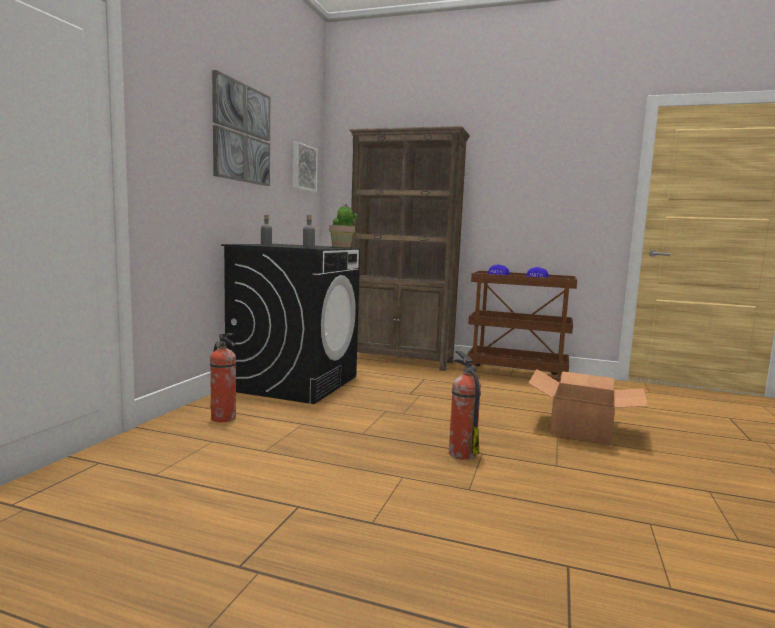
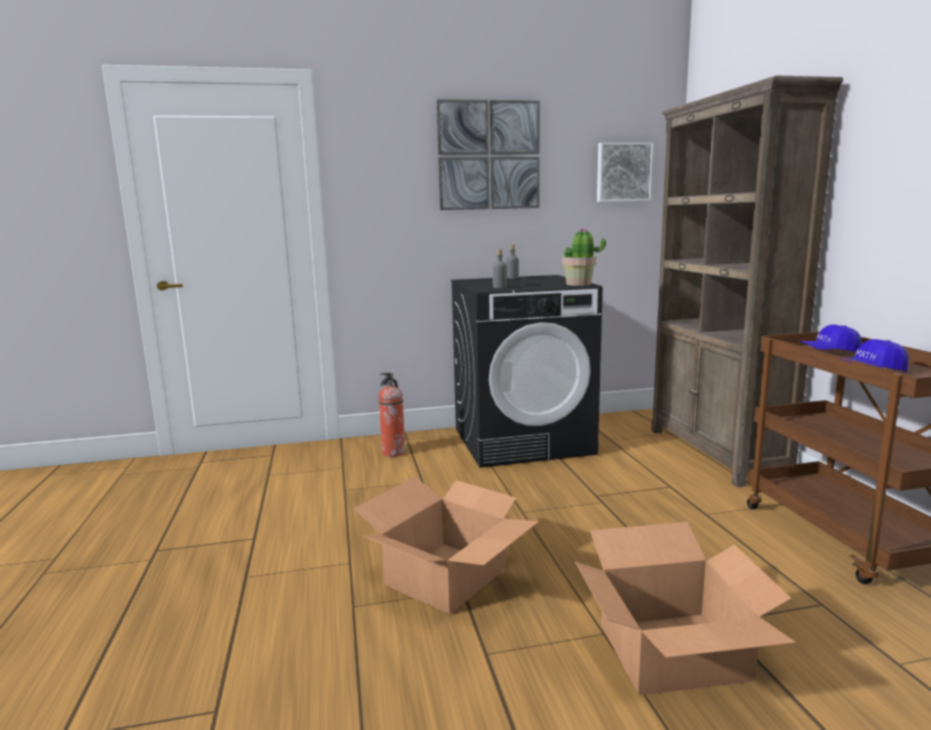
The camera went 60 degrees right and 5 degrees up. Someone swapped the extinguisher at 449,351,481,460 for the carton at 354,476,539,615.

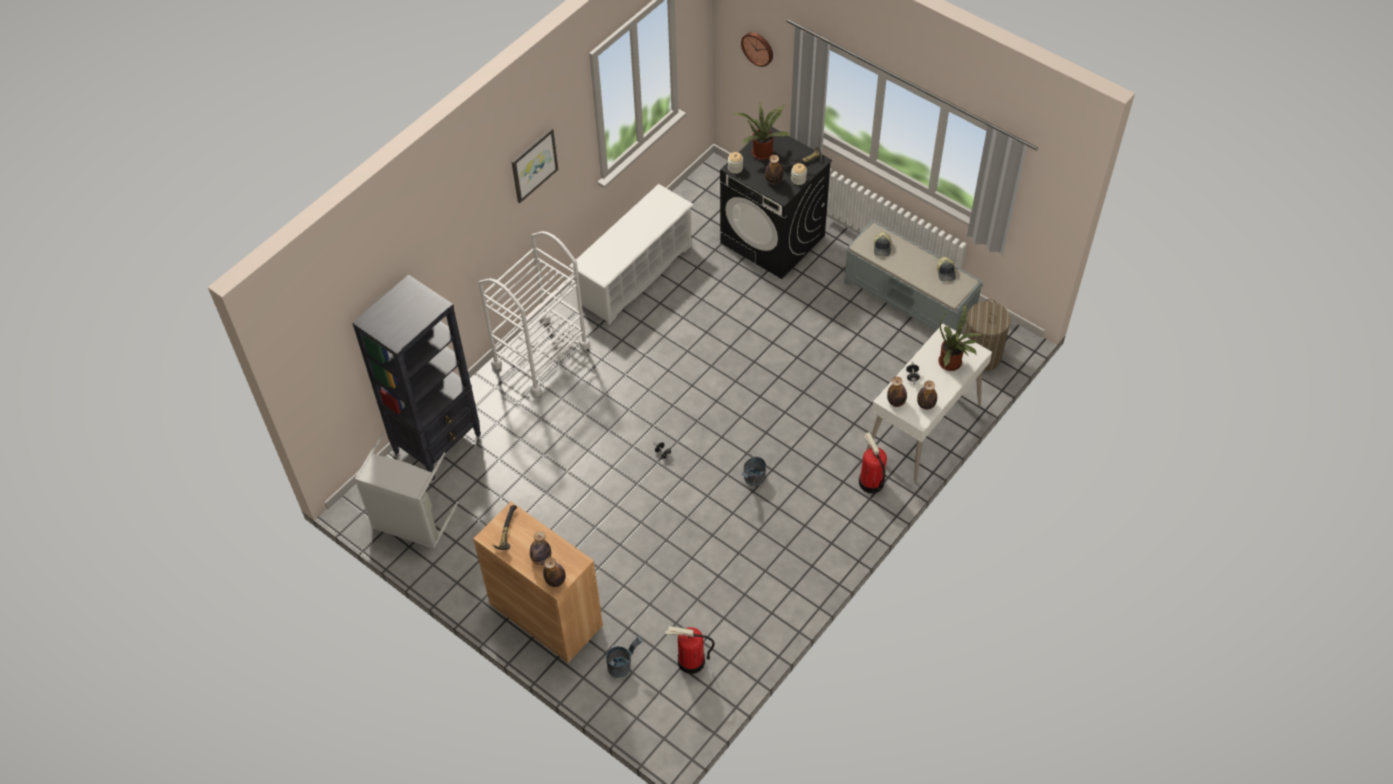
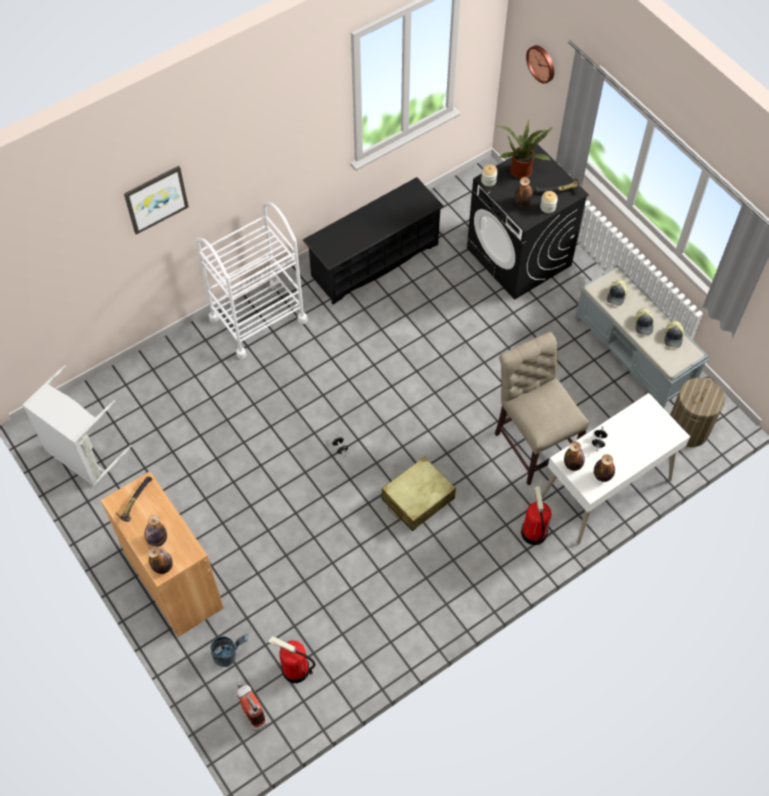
The camera went 15 degrees right and 5 degrees up. Someone carried the wall art from 512,128,558,203 to 124,166,189,235. Someone put down the extinguisher at 237,683,268,732. Someone repainted the shoe stand/white-coloured at 569,184,694,325, which became the shoe stand/black-coloured at 303,177,444,305. Someone swapped the water bucket/greyish at 741,457,766,486 for the piece of luggage/beige-coloured at 381,457,456,531. Someone put down the upright chair/beige-coloured at 495,332,590,485. Someone put down the baseball cap at 635,308,654,335. Someone took away the bookcase/black-coloured at 352,275,481,480. Someone took away the potted plant at 938,304,982,371.

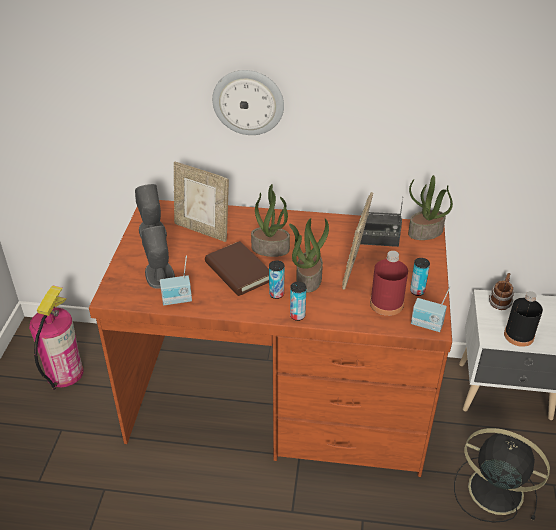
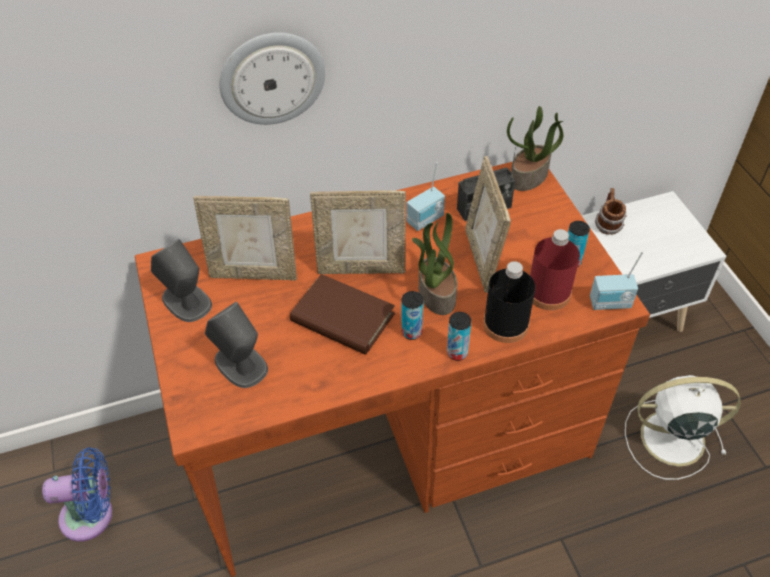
The camera went 25 degrees left and 10 degrees up. Someone swapped the extinguisher at 29,285,83,390 for the fan/blue at 42,447,112,542. Someone swapped the potted plant at 251,184,290,257 for the photo frame at 310,190,406,274. Someone carried the radio from 160,256,192,305 to 407,162,445,231. Someone carried the bottle/black-coloured from 504,291,543,347 to 483,261,535,343. Someone repainted the fan/black-coloured at 454,428,550,523, which became the fan/white-coloured at 625,375,741,480.

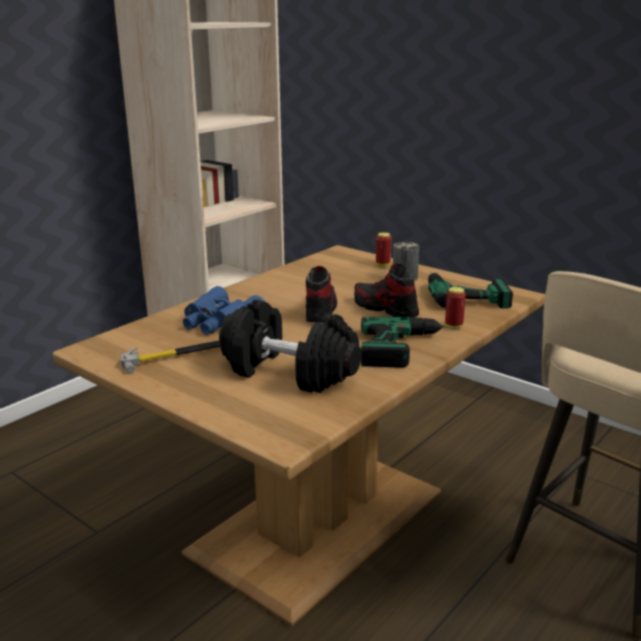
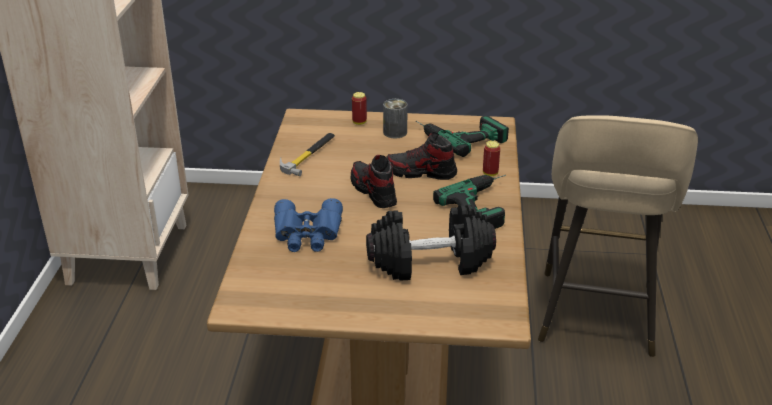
The camera went 35 degrees left and 10 degrees up. Someone carried the tool hammer from 121,340,220,374 to 280,133,335,176.

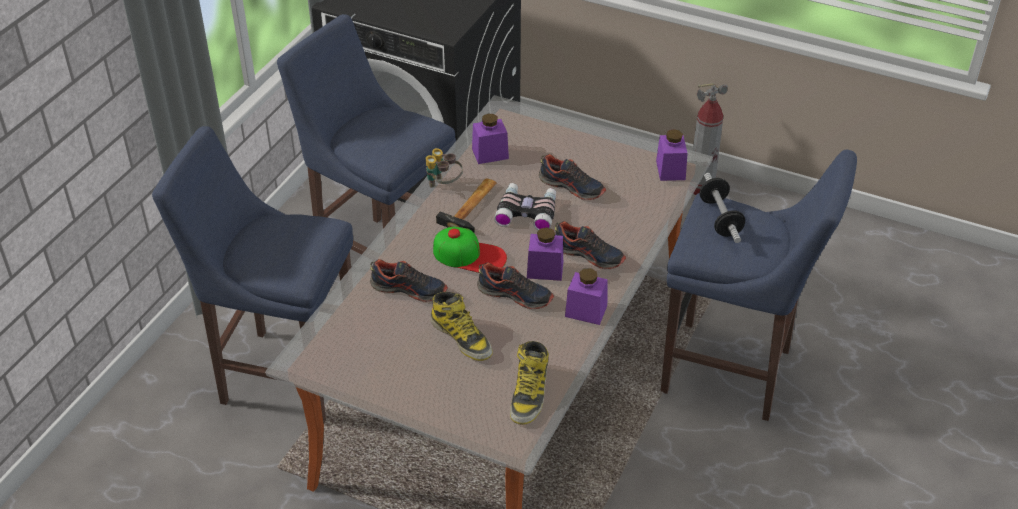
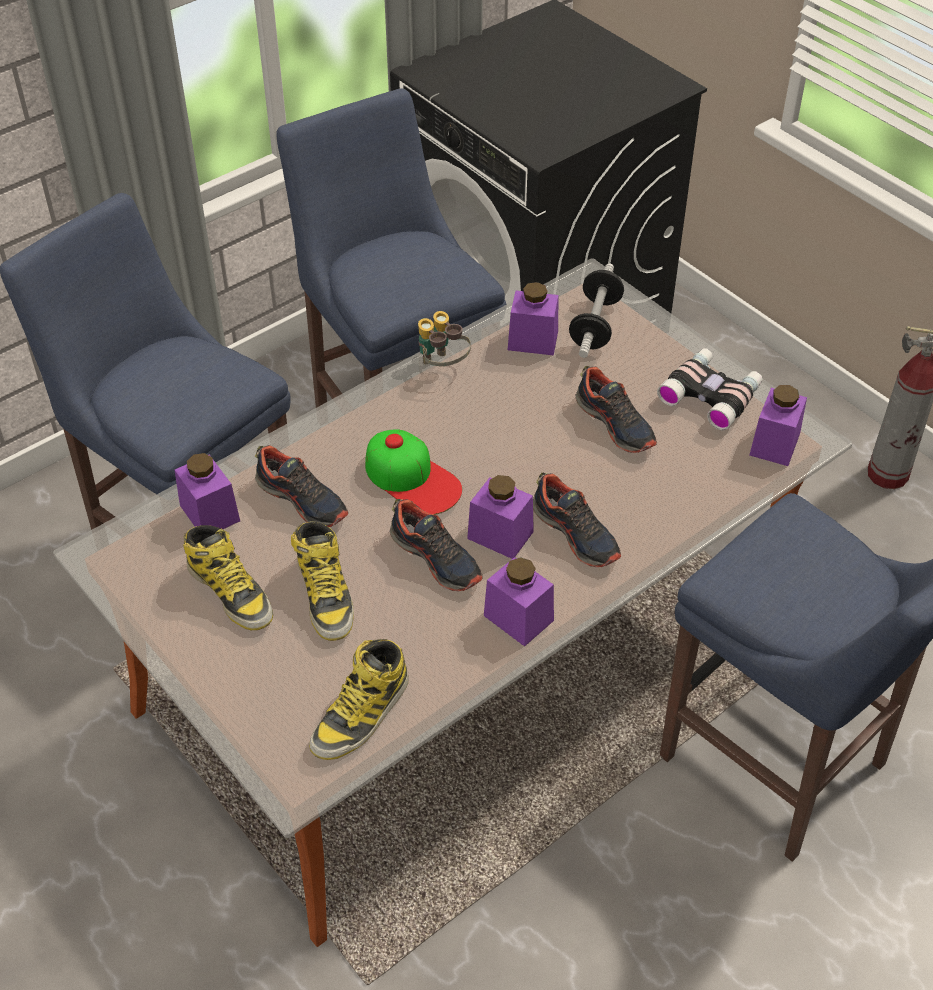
The camera went 25 degrees right and 5 degrees up. Someone put down the jar/purplish at 174,453,240,529. Someone put down the tall boot at 183,525,273,630. Someone carried the free weight from 699,173,745,243 to 569,264,624,358. Someone carried the pair of binoculars from 494,183,556,231 to 657,348,763,430. Someone took away the tool hammer at 436,179,497,233.

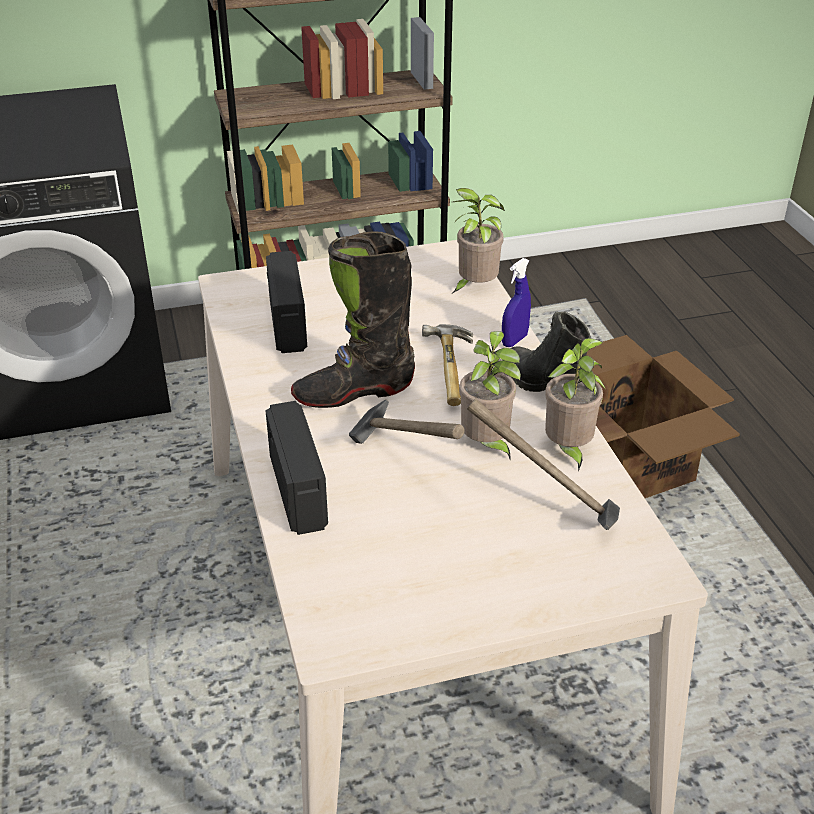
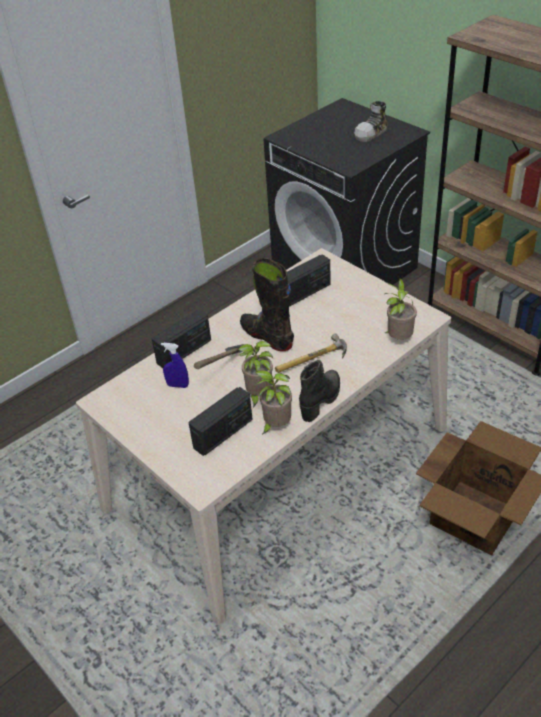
The camera went 65 degrees right and 5 degrees up. Someone carried the hand sprayer/blue from 502,258,531,347 to 161,343,189,388. Someone swapped the tool hammer at 467,399,620,530 for the radio at 188,387,253,456. Someone put down the shoe at 354,101,388,142.

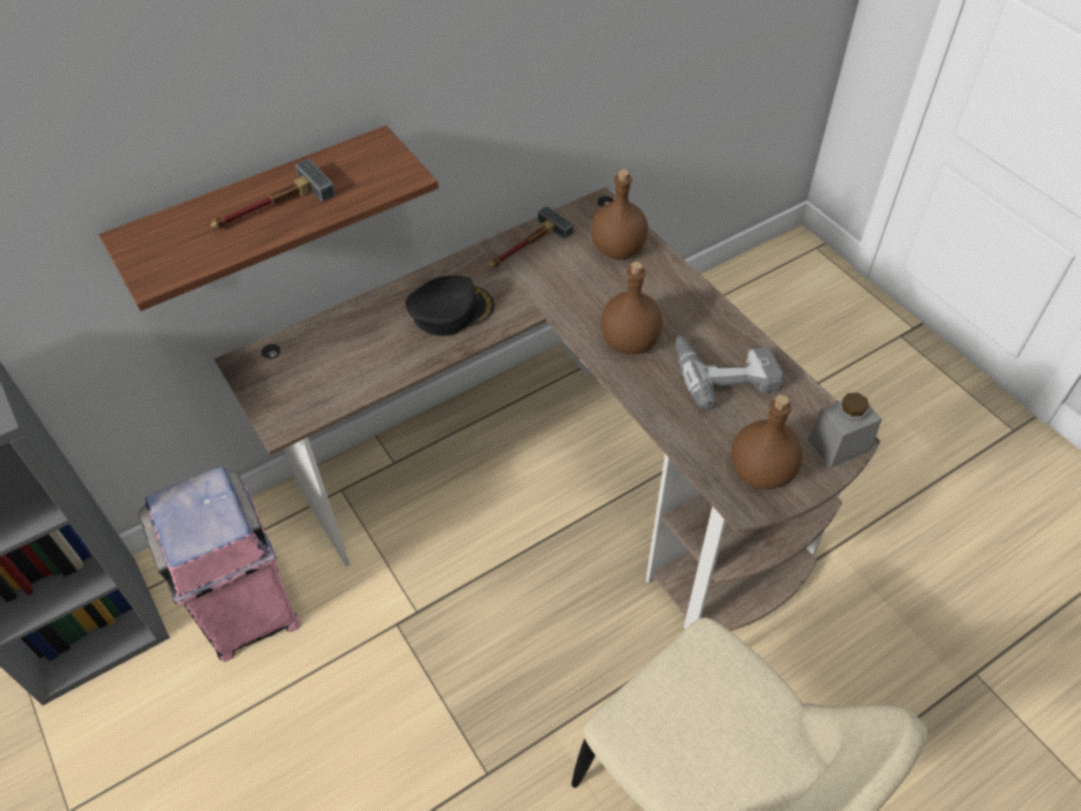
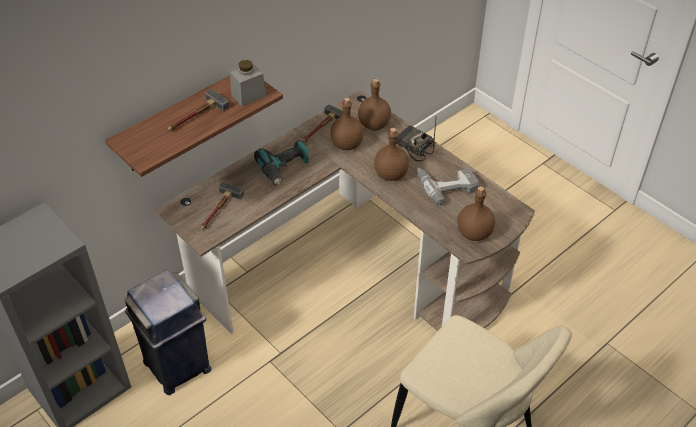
The camera went 10 degrees left and 5 degrees down. Someone repainted the rubbish bin/pink at 138,466,301,662, which became the rubbish bin/blue at 125,270,211,395. Someone put down the tool hammer at 201,182,244,230. Someone carried the jar/greyish from 808,393,882,468 to 230,60,266,107. Someone swapped the baseball cap/black-coloured at 405,275,495,336 for the electric drill at 254,140,309,185. Someone put down the bottle/brown at 330,98,364,150. Someone put down the radio at 396,120,436,162.

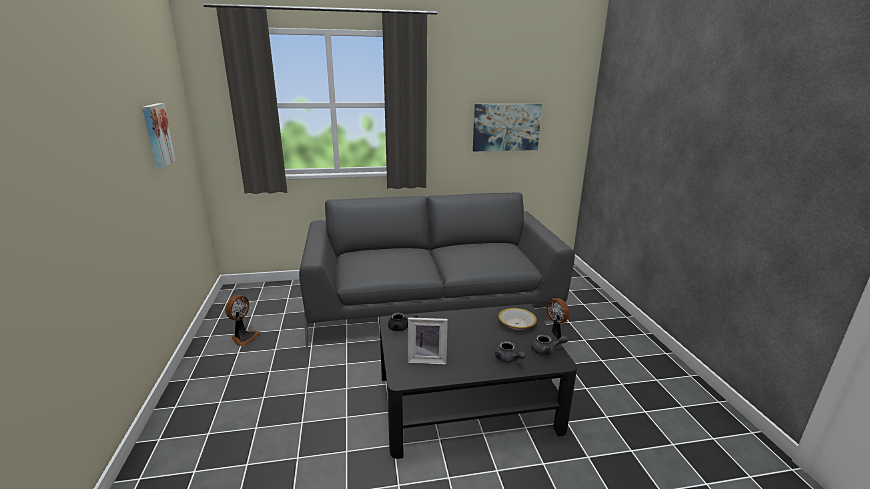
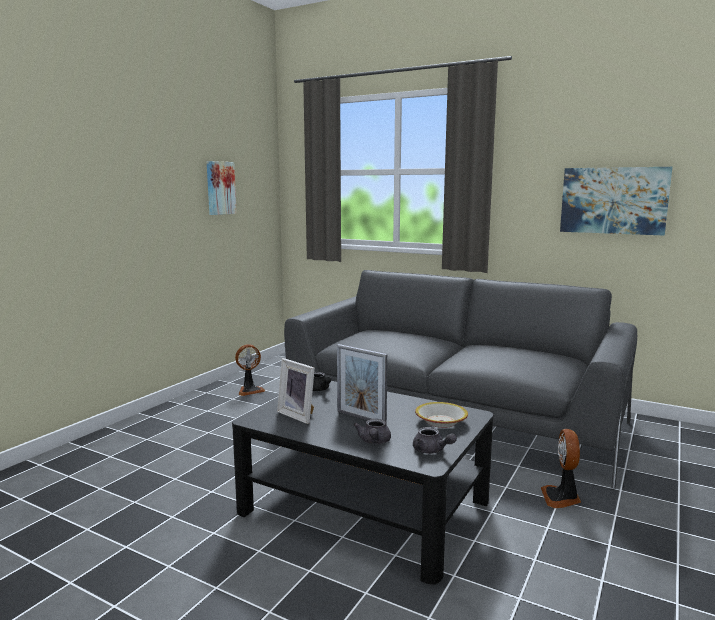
The camera went 40 degrees right and 10 degrees down. Someone put down the photo frame at 337,344,387,424.

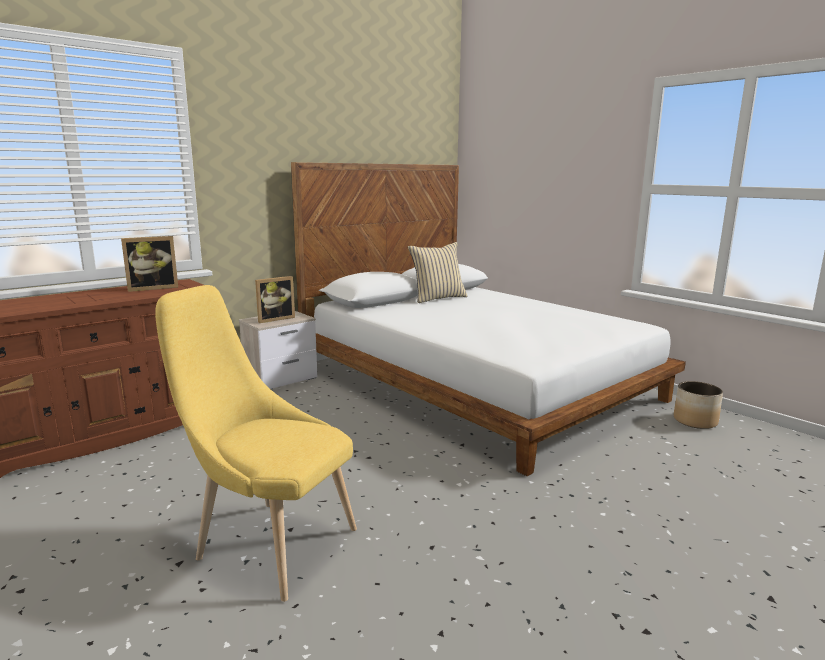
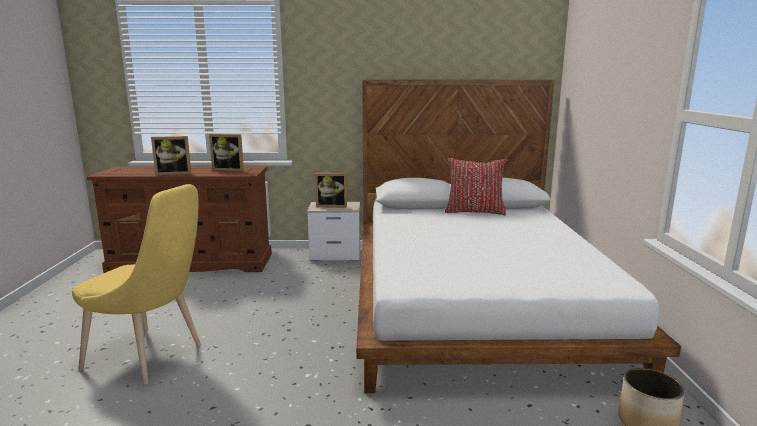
The camera went 40 degrees right and 0 degrees up. Someone rotated the upright chair/yellowish at 155,285,357,602 by 135 degrees clockwise. Someone put down the photo frame at 151,136,191,175. Someone repainted the throw pillow/beige-coloured at 408,242,468,303, which became the throw pillow/reddish at 445,158,507,215.

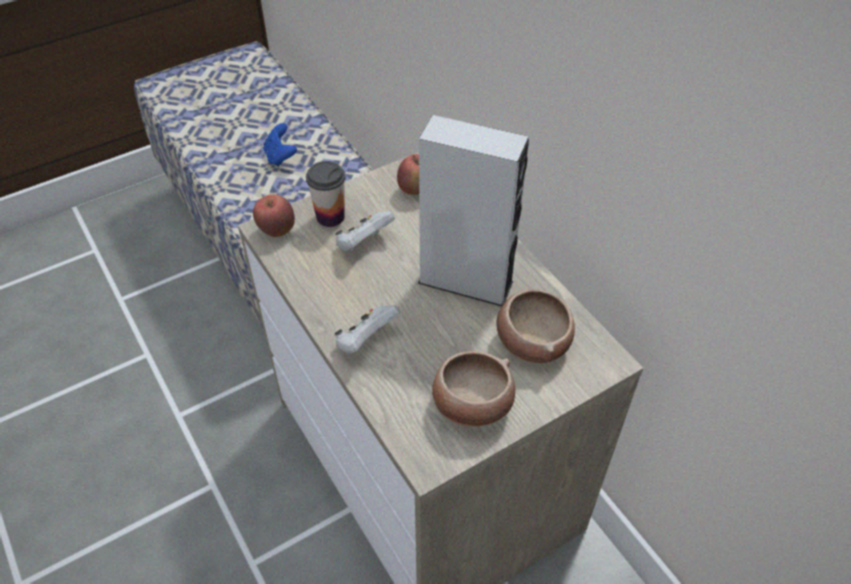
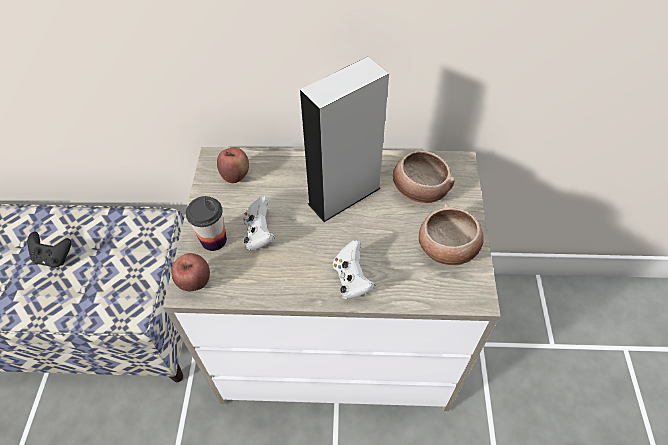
The camera went 55 degrees left and 5 degrees up. Someone repainted the joypad/blue at 263,123,297,167, which became the joypad/black-coloured at 28,232,71,268.

